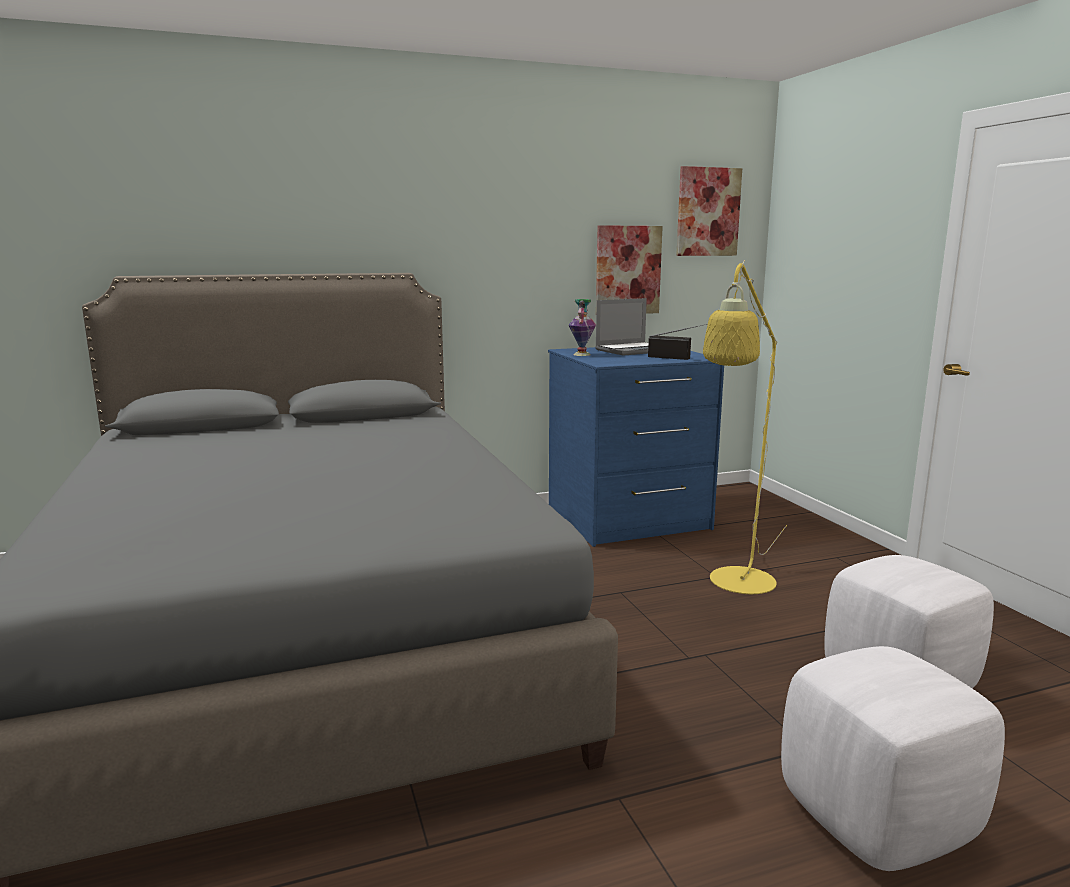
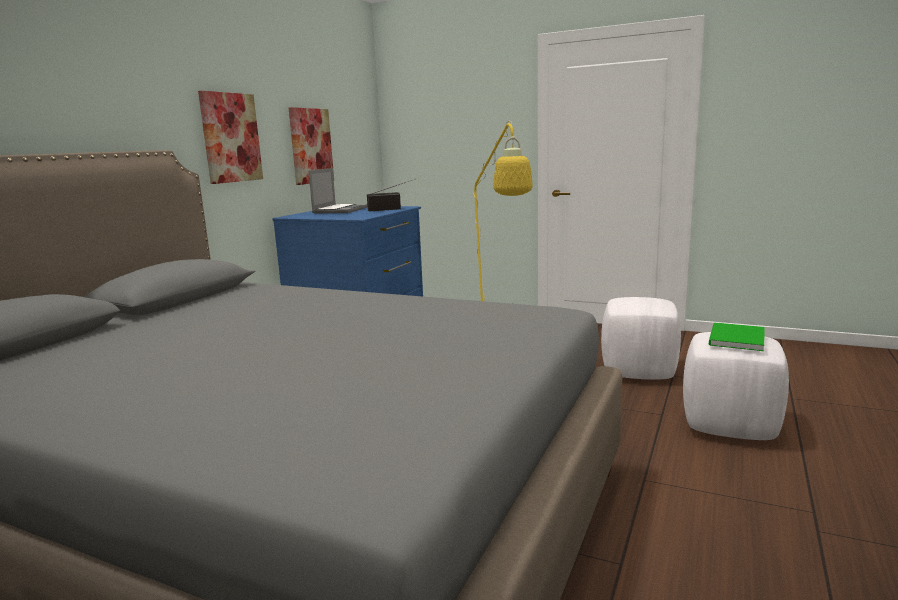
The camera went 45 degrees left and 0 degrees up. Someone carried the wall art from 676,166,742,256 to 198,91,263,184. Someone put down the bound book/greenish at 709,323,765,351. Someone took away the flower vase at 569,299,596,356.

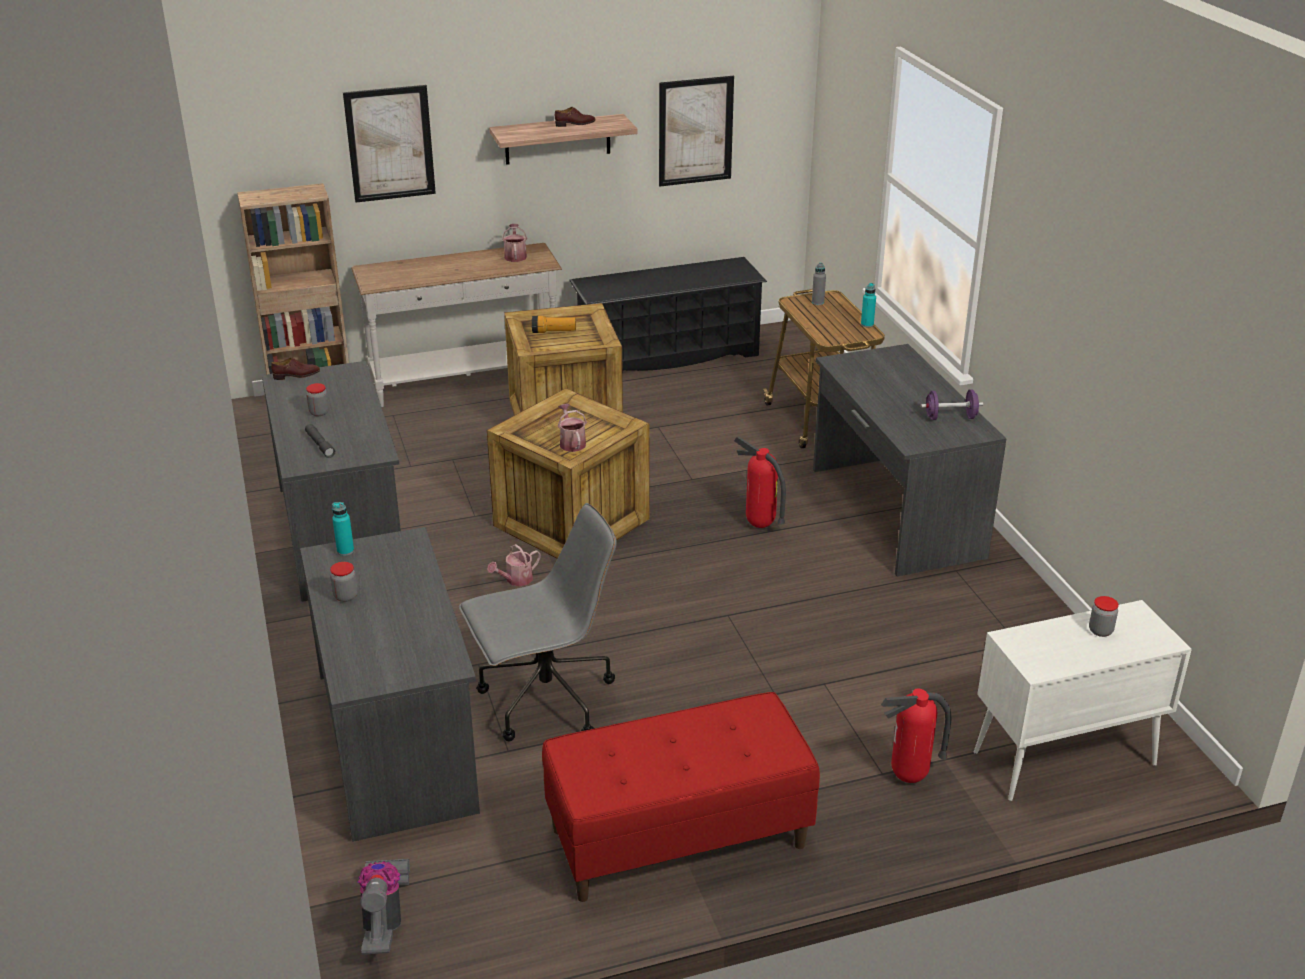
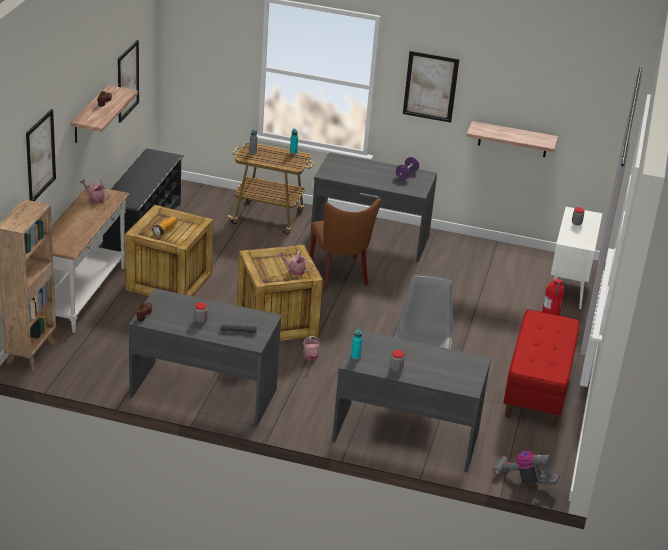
The camera went 60 degrees left and 0 degrees up. Someone swapped the extinguisher at 734,436,786,528 for the upright chair/brown at 310,198,381,289. Someone put up the wall art at 403,51,459,123. Someone put up the shelf at 466,121,558,157.

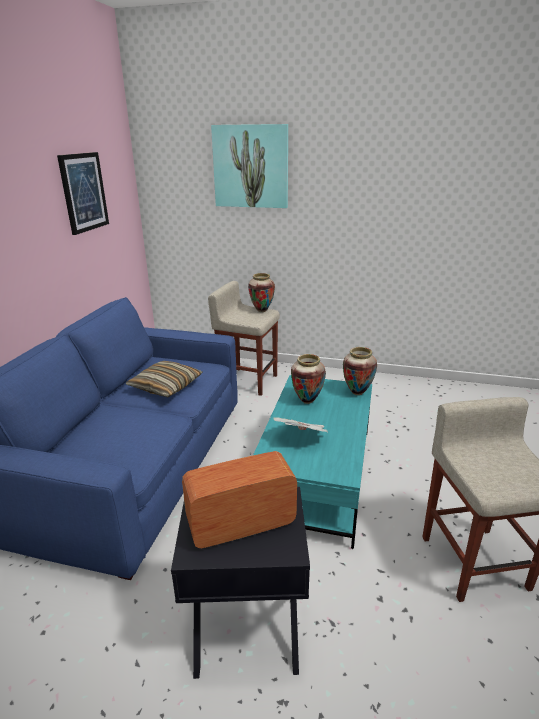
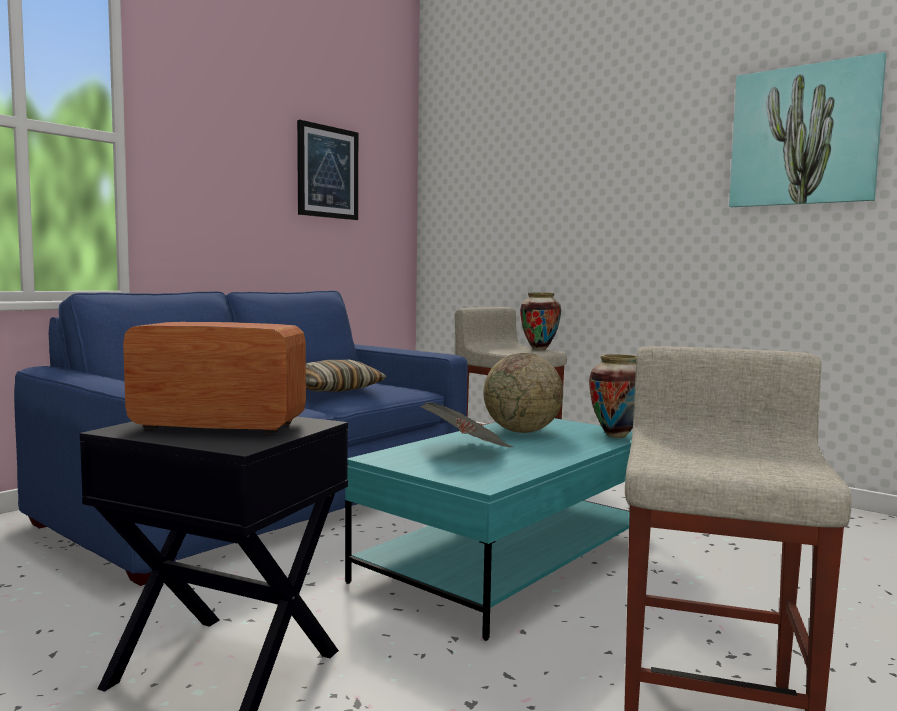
The camera went 25 degrees right and 20 degrees down. Someone swapped the flower vase at 291,354,326,404 for the world globe at 483,353,563,433. Someone carried the wall art from 211,124,288,208 to 729,52,886,207.

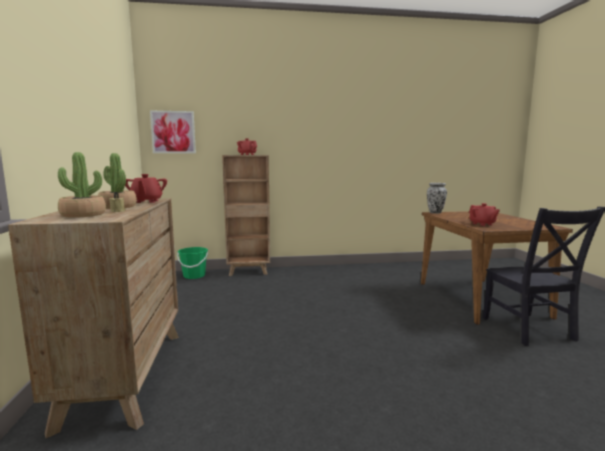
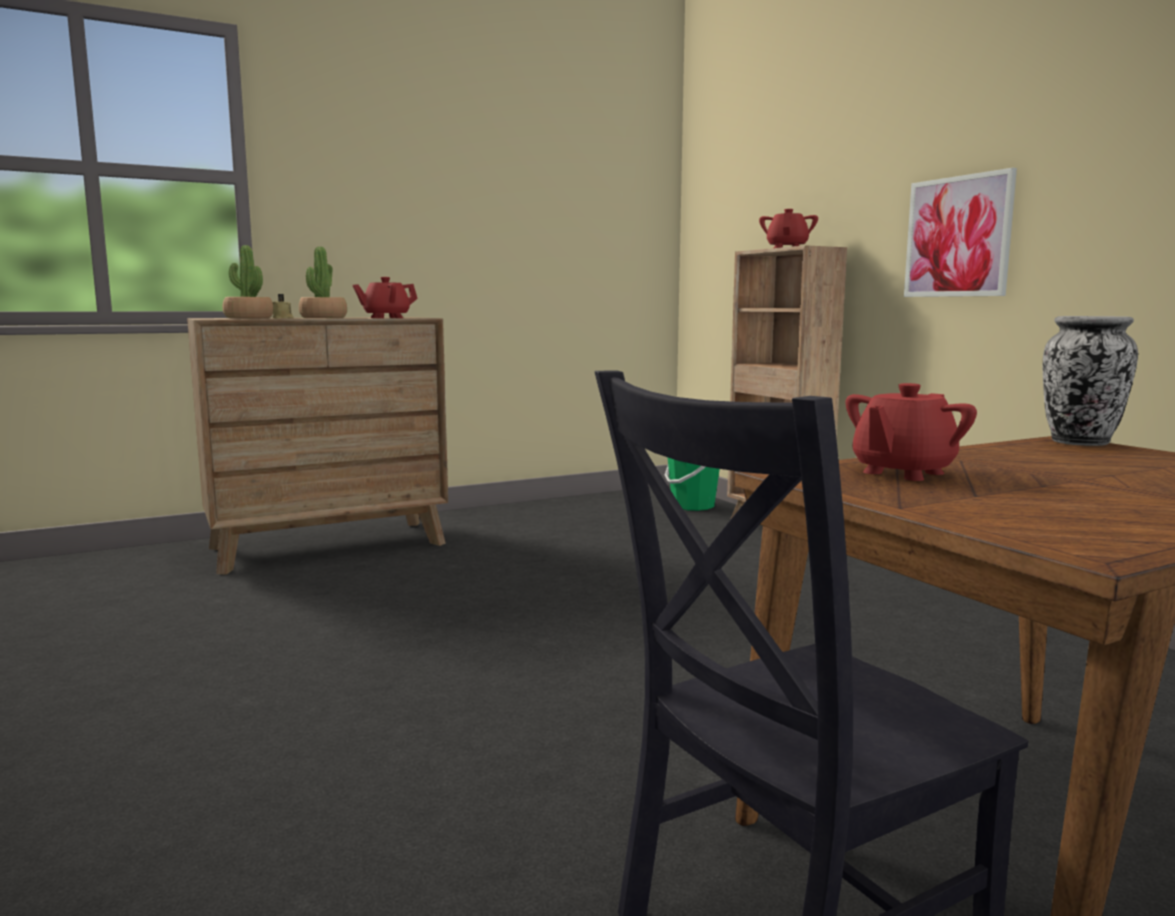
The camera went 70 degrees right and 0 degrees up. Someone carried the wall art from 150,111,196,153 to 904,168,1017,297.

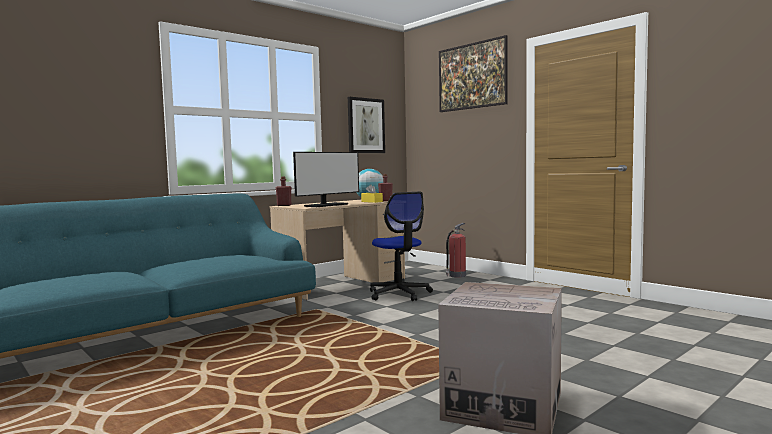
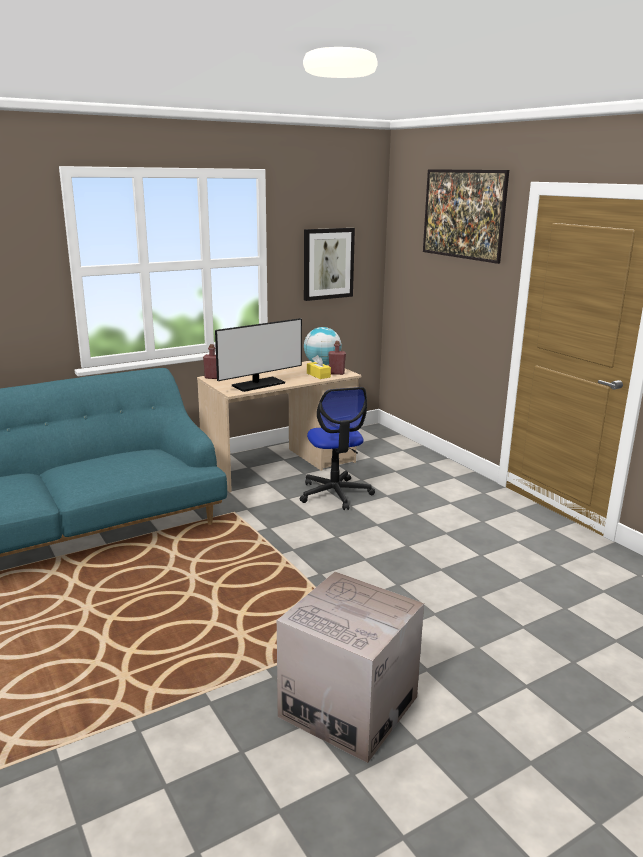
The camera went 10 degrees right and 15 degrees up. Someone took away the extinguisher at 446,223,466,278.

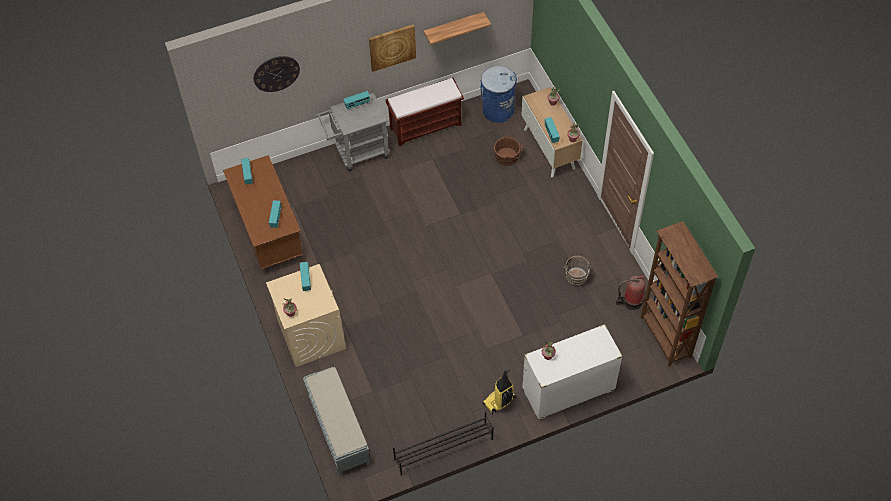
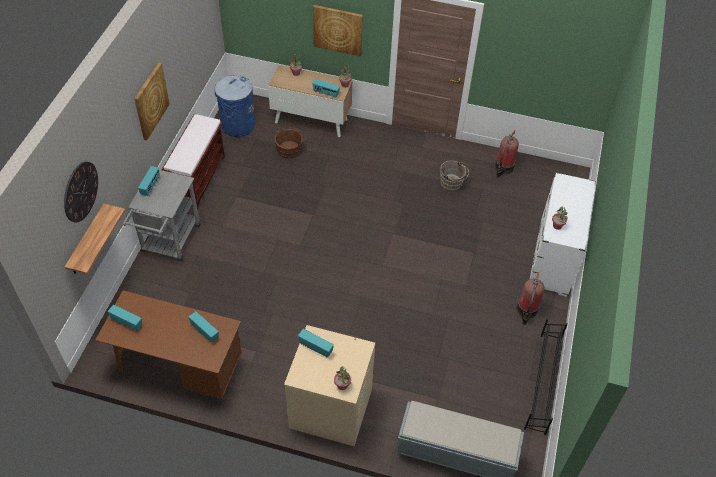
The camera went 55 degrees left and 5 degrees down. Someone carried the shelf from 424,12,491,45 to 65,204,125,274. Someone put up the wall art at 313,5,363,57. Someone swapped the vacuum at 482,369,516,414 for the extinguisher at 517,272,544,325. Someone took away the bookcase/brown at 640,221,718,366.

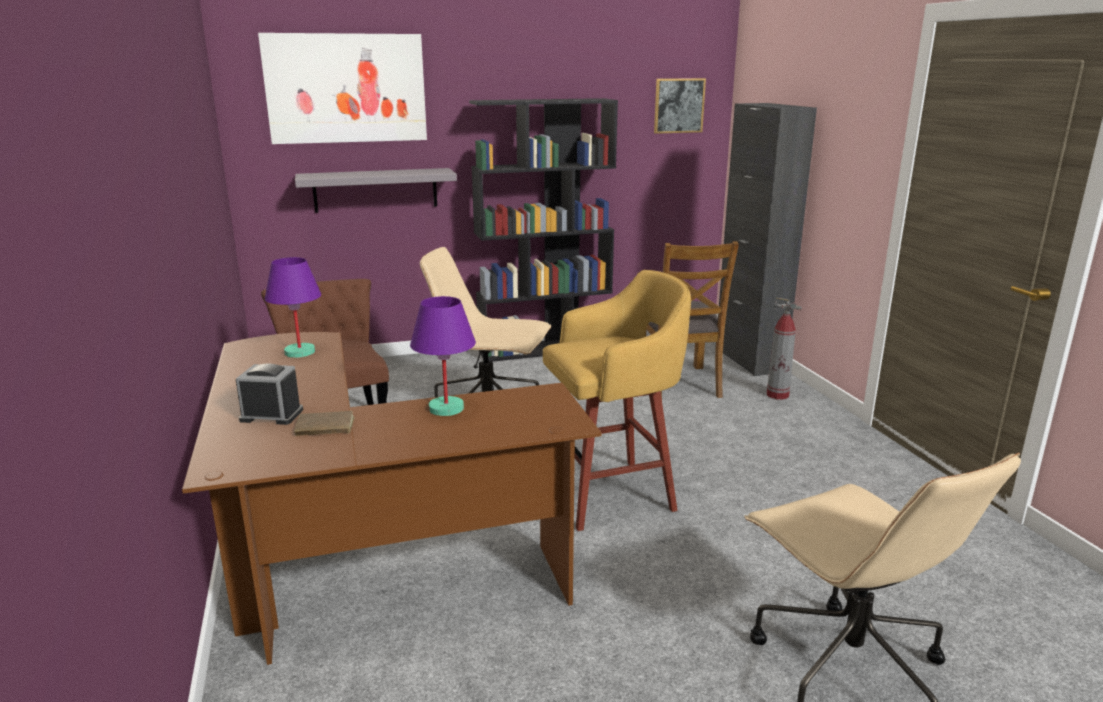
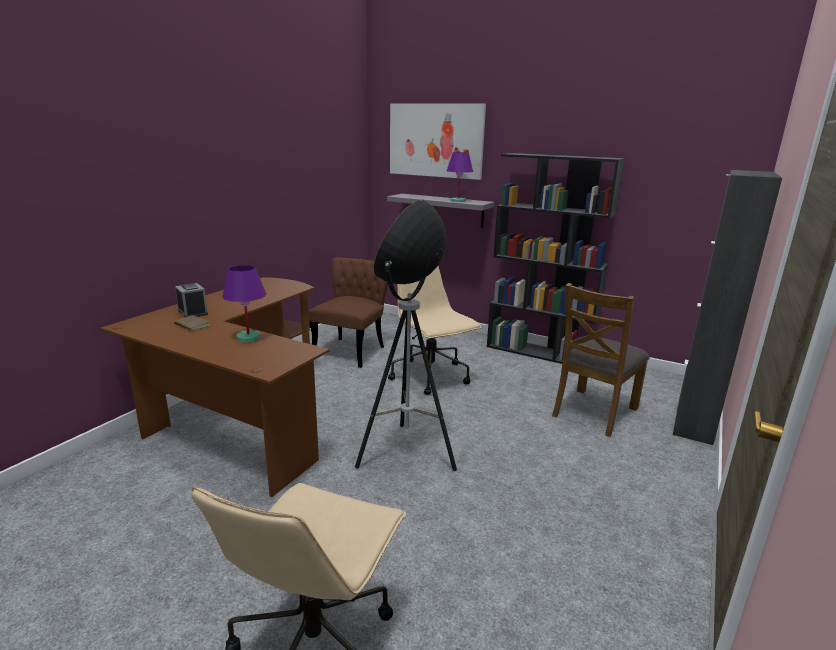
The camera went 45 degrees right and 0 degrees up. Someone swapped the sitting stool/yellowish at 543,270,691,531 for the standing lamp at 355,199,457,471. Someone carried the lamp for a table/purplish from 264,257,321,358 to 447,152,473,202. Someone took away the wall art at 654,78,706,134. Someone took away the extinguisher at 767,297,801,400.

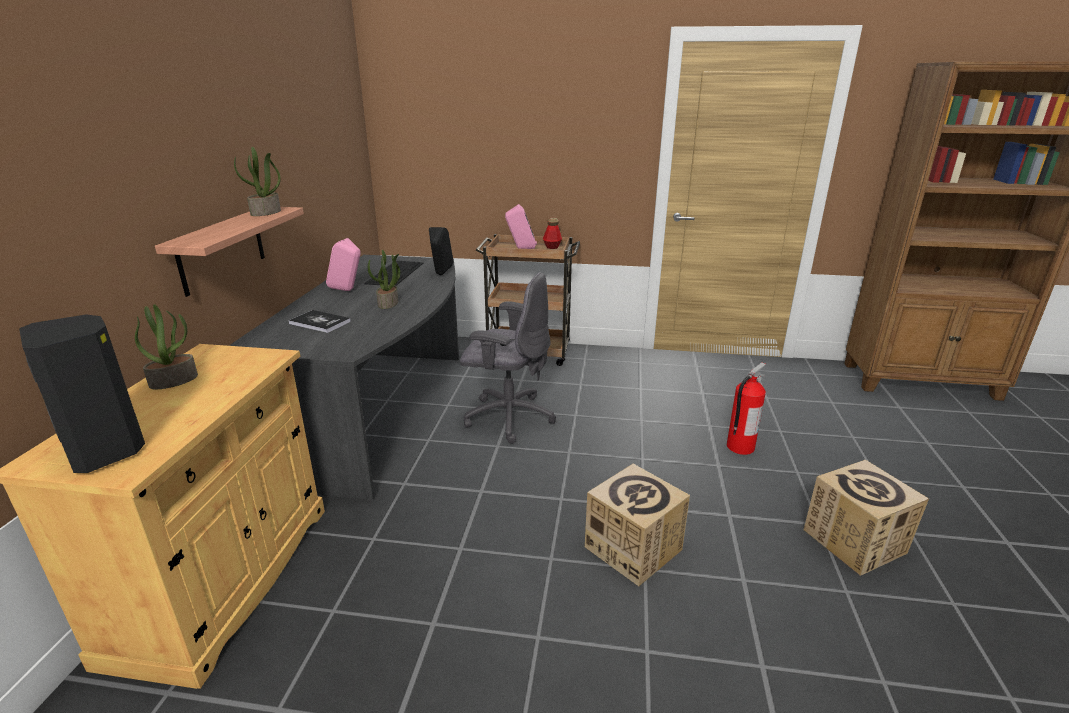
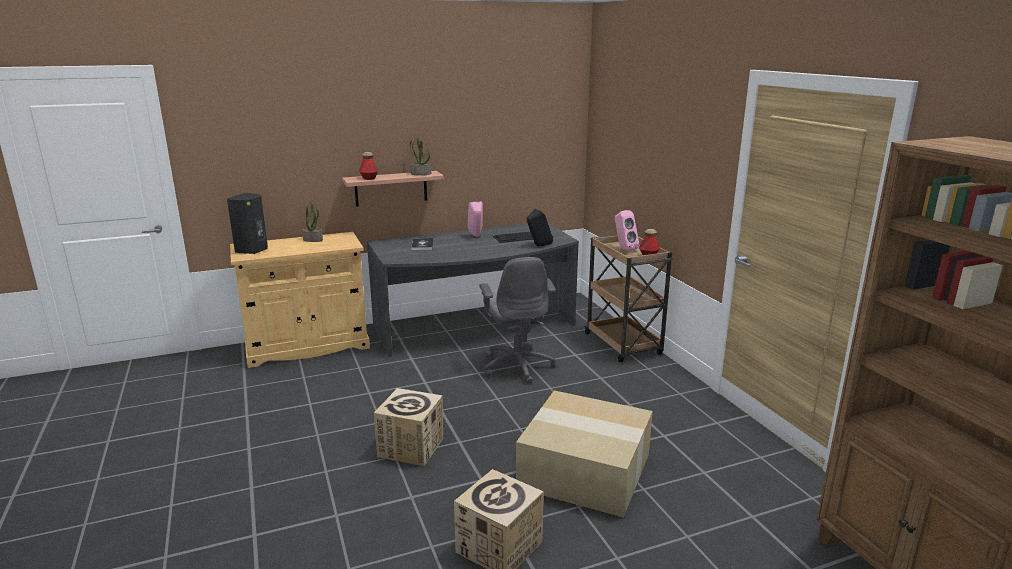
The camera went 60 degrees right and 5 degrees down. Someone put down the bottle at 359,152,378,180. Someone swapped the extinguisher at 727,363,766,455 for the carton at 516,390,653,518. Someone took away the potted plant at 368,250,400,309.

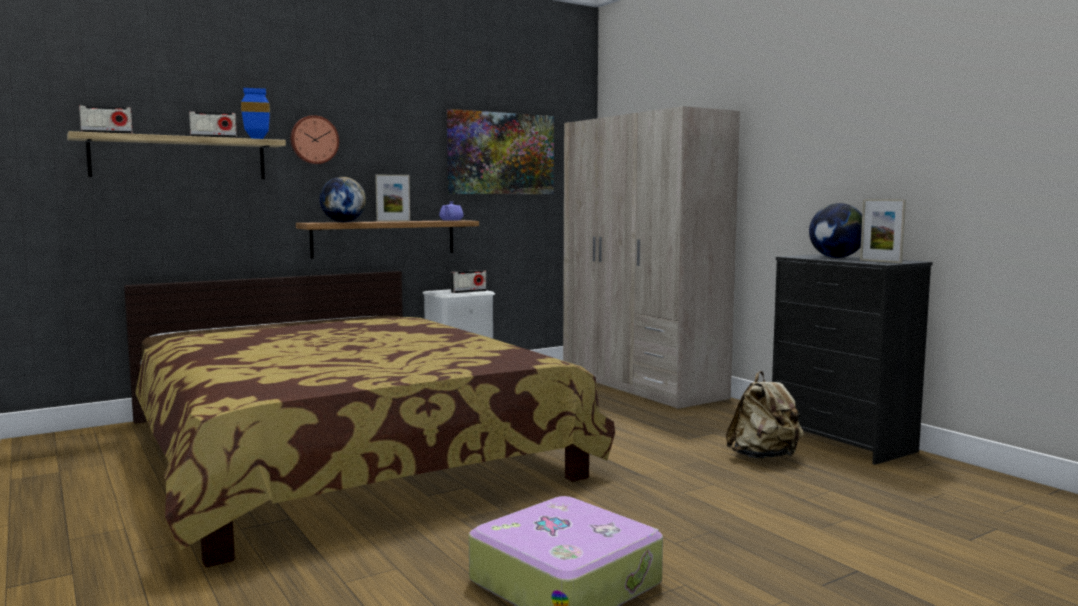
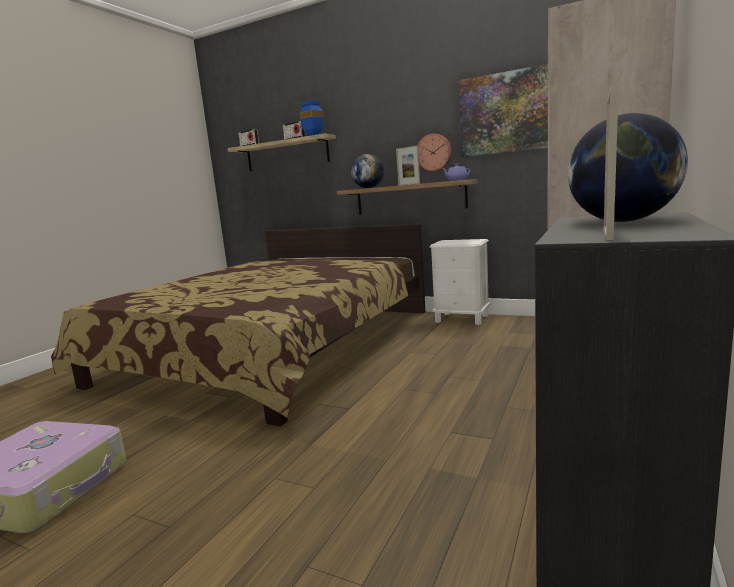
The camera went 60 degrees right and 5 degrees up. Someone carried the hanging clock from 290,115,339,164 to 417,134,451,171. Someone took away the radio at 451,270,486,293. Someone took away the knapsack/beige-coloured at 726,371,804,458.

